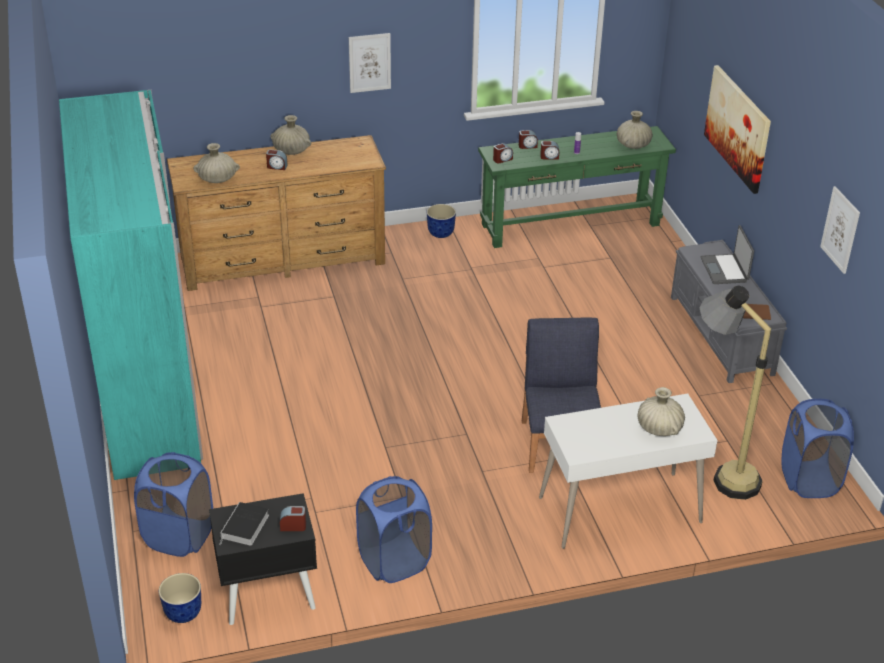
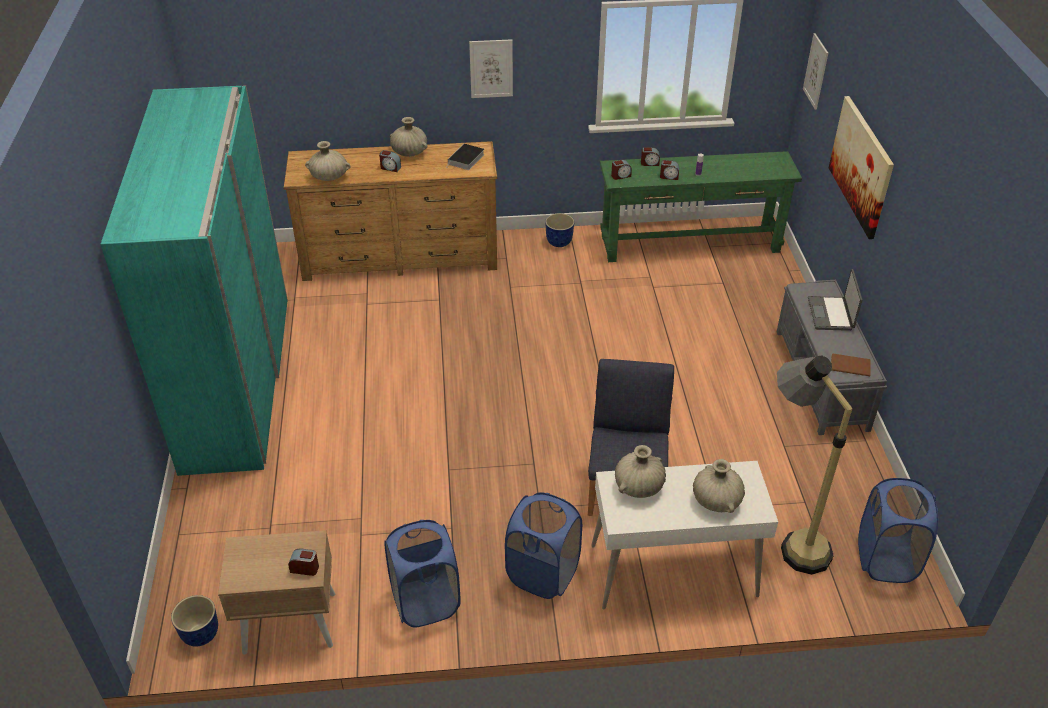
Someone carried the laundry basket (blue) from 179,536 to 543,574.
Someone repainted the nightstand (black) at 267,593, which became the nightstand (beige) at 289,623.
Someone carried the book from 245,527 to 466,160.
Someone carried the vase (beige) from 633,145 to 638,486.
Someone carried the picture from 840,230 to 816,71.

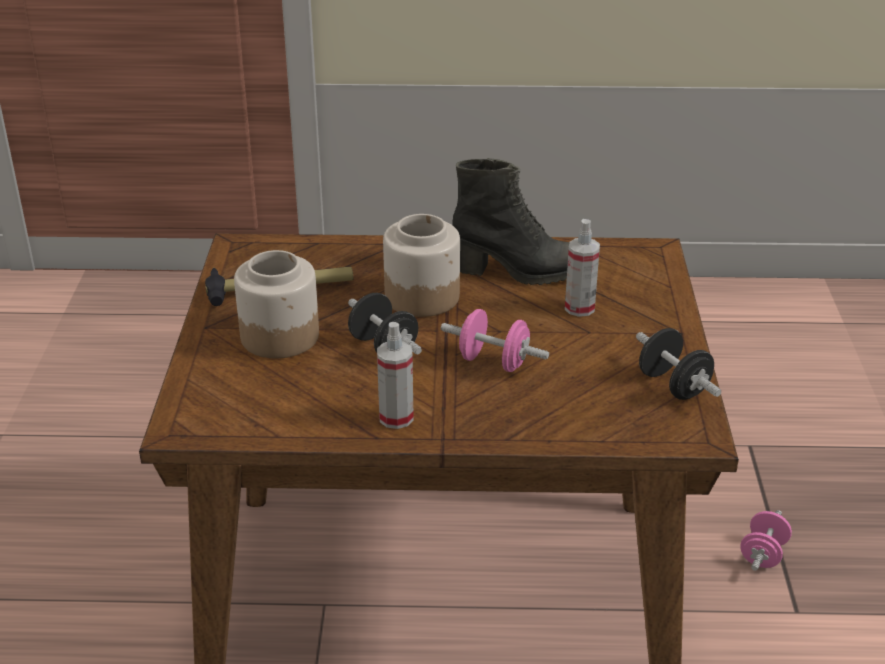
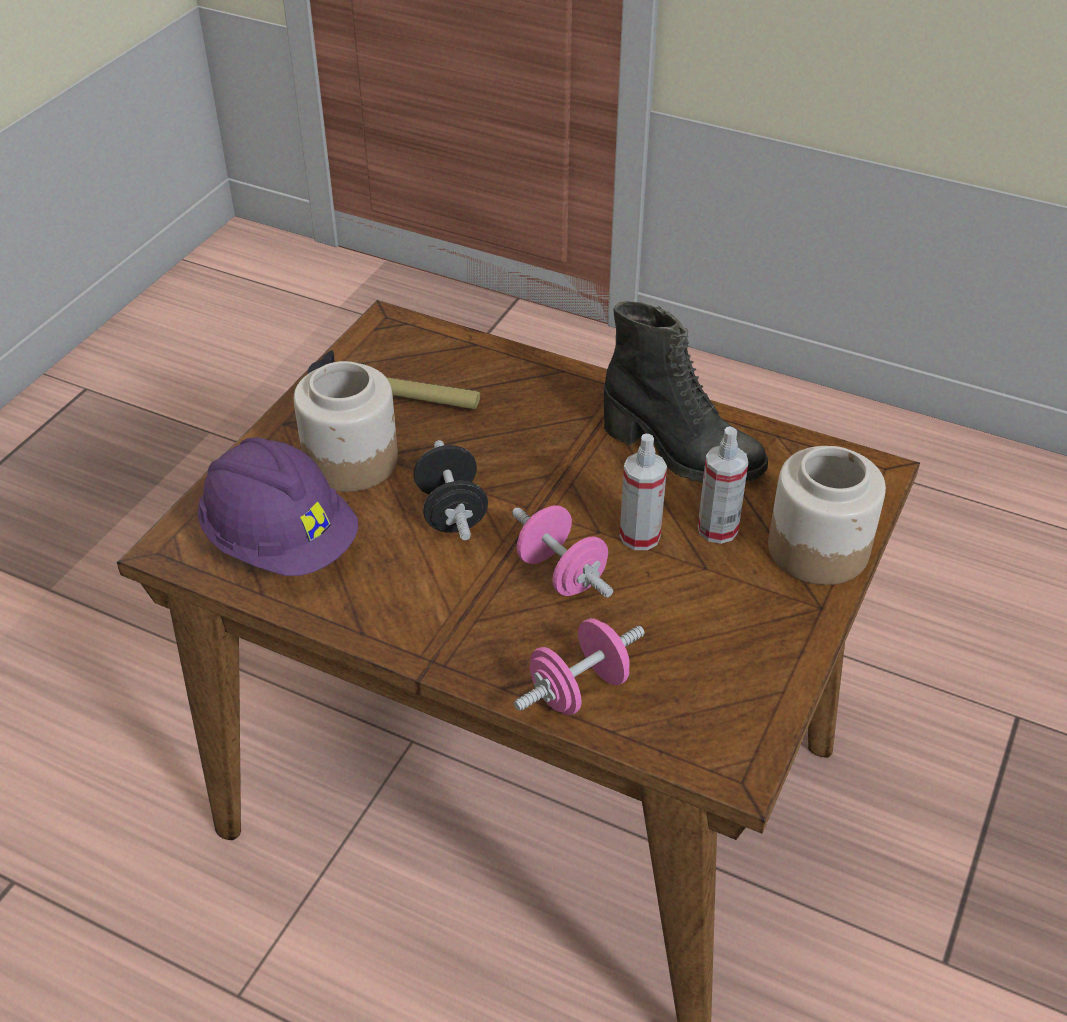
Someone carried the spray bottle from 396,418 to 640,536.
Someone carried the jar from 422,296 to 818,548.
Someone took away the dumbbell (black) at 673,385.
Someone carried the dumbbell (pink) from 763,554 to 578,689.
Someone put down the hard hat (purple) at 280,542.

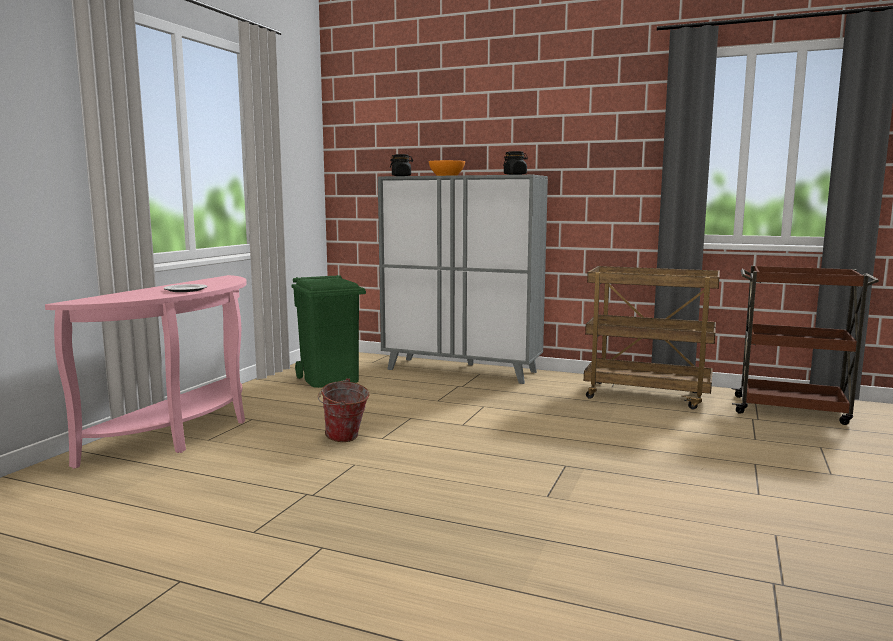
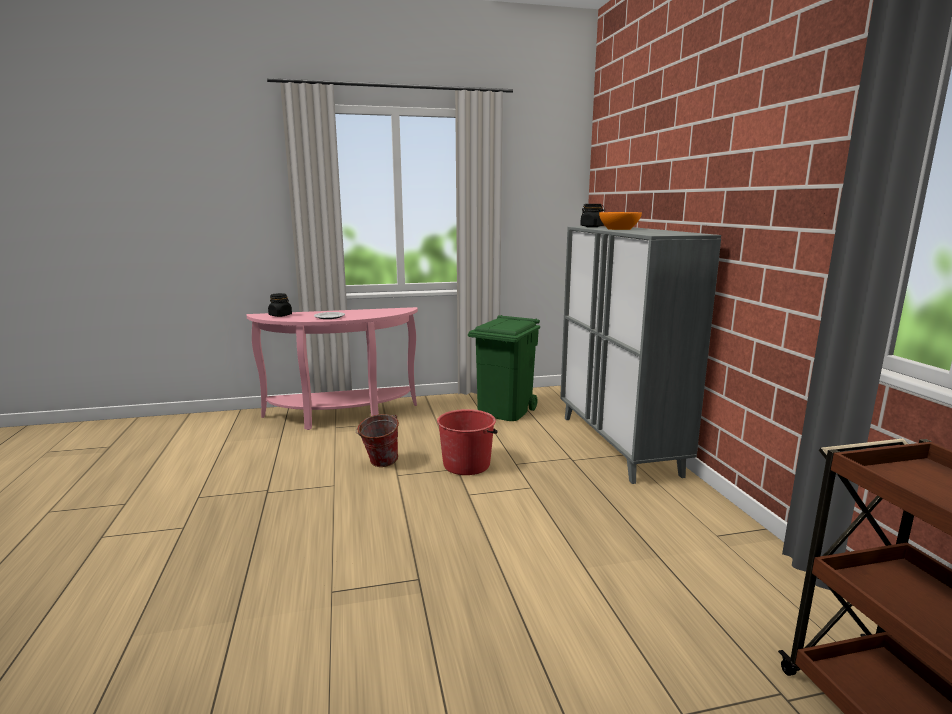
Someone carried the jar (black) from 515,175 to 280,315.
Someone took away the cart (brown) at 648,395.
Someone put down the bucket (red) at 467,464.

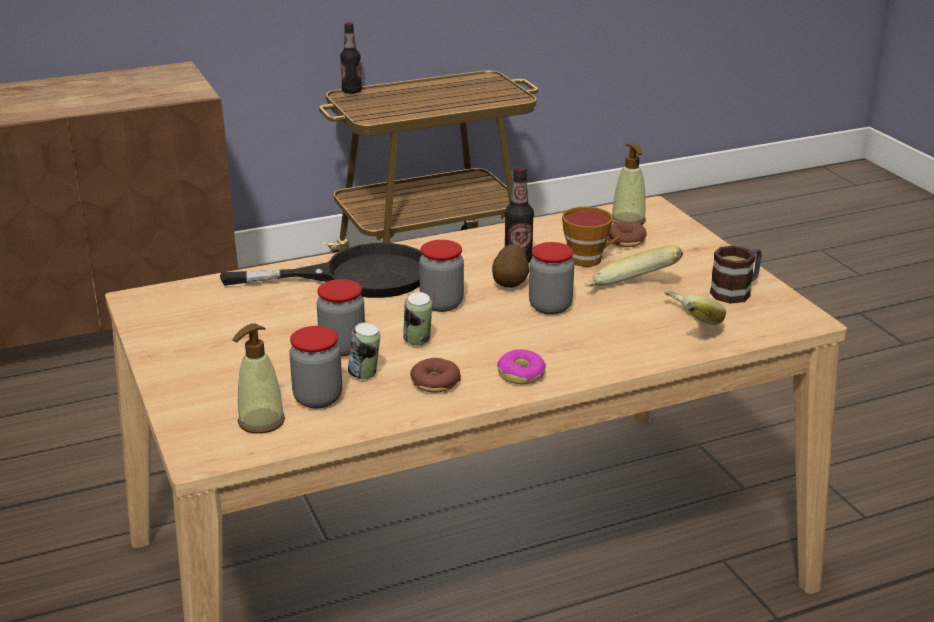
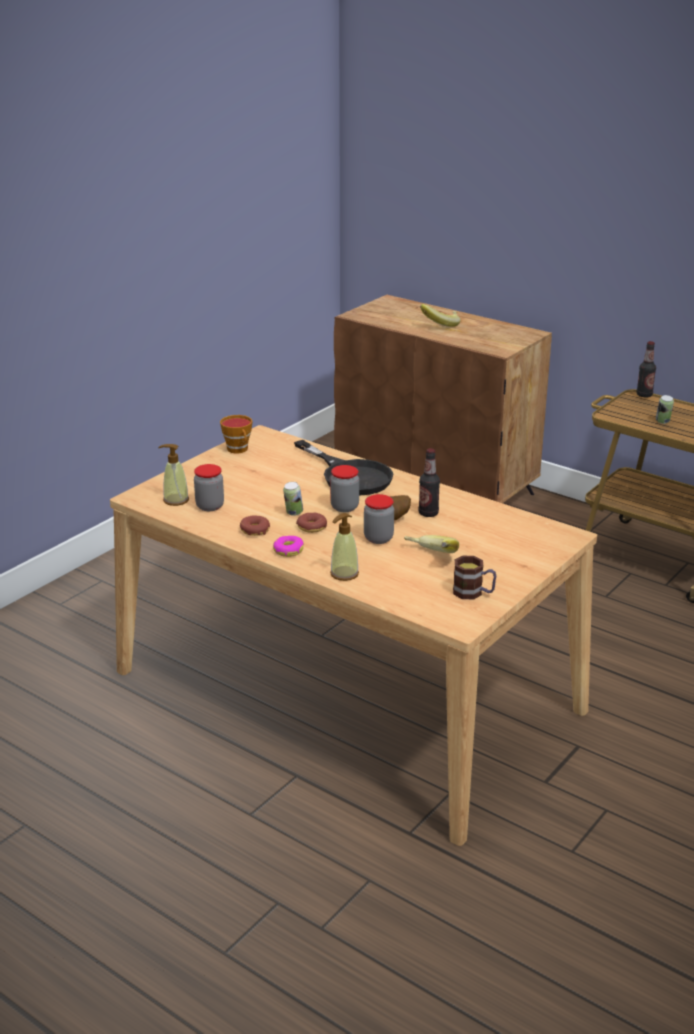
Someone took away the jar at 342,347.
Someone carried the can from 365,375 to 663,422.
Someone carried the cup from 589,259 to 239,450.
Someone carried the donut from 625,241 to 311,527.
Someone carried the soap dispenser from 628,221 to 344,574.
Someone carried the banana from 685,326 to 440,324.

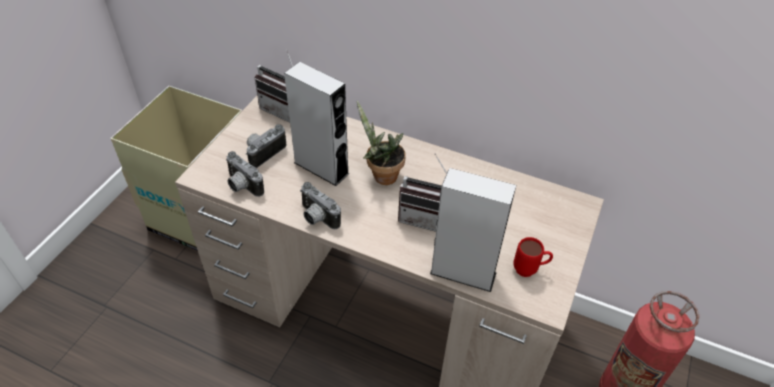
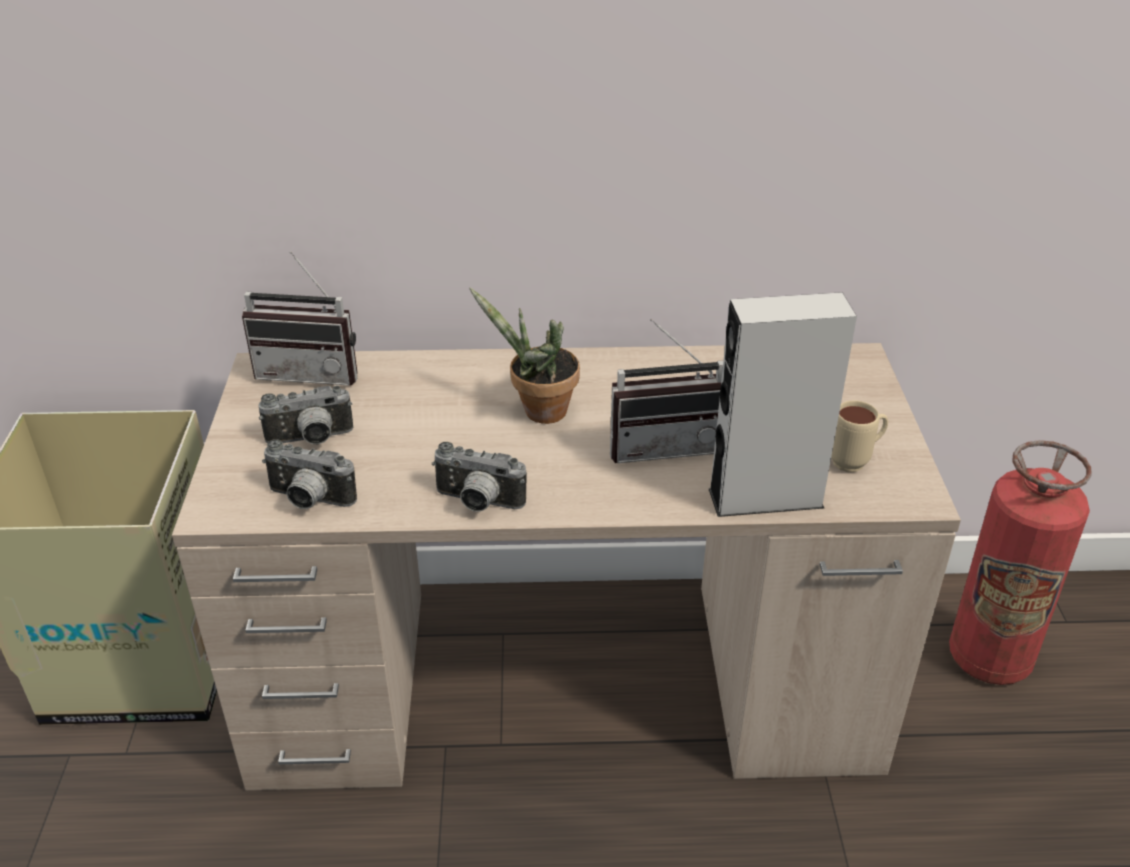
Someone rotated the photo camera at 264,152 by 120 degrees counterclockwise.
Someone took away the speaker (grey) at 321,168.
Someone repainted the mug (red) at 529,270, which became the mug (beige) at 855,461.

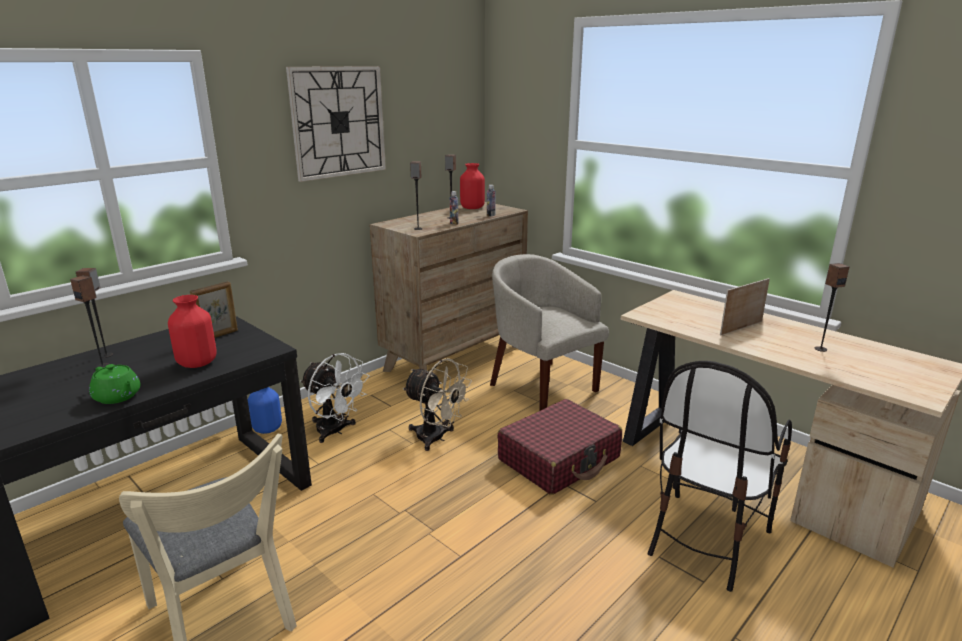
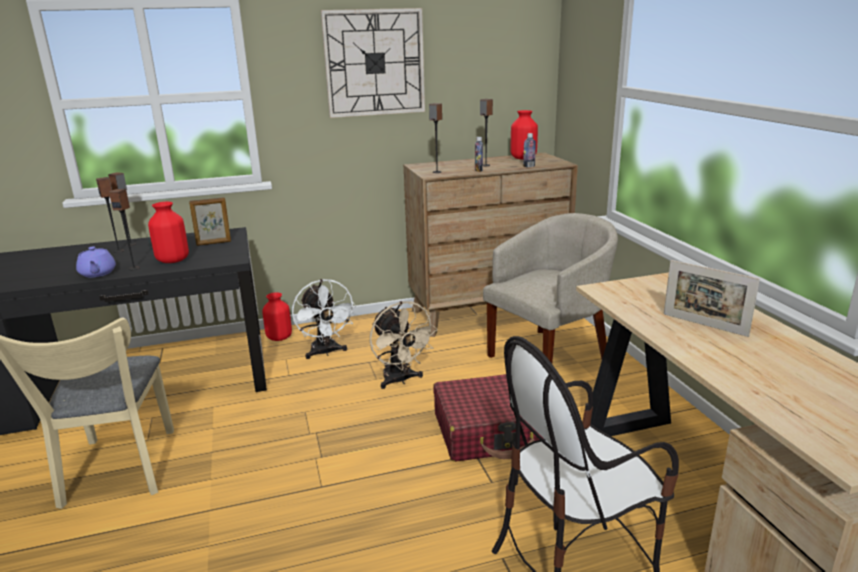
Someone repainted the teapot (green) at 118,397, which became the teapot (purple) at 97,273.
Someone repainted the vase (blue) at 267,429, which became the vase (red) at 279,337.
Someone rotated the armchair (beige) at 541,385 by 60 degrees clockwise.
Someone rotated the picture frame at 741,328 by 135 degrees counterclockwise.
Someone carried the speaker from 820,349 to 134,268.

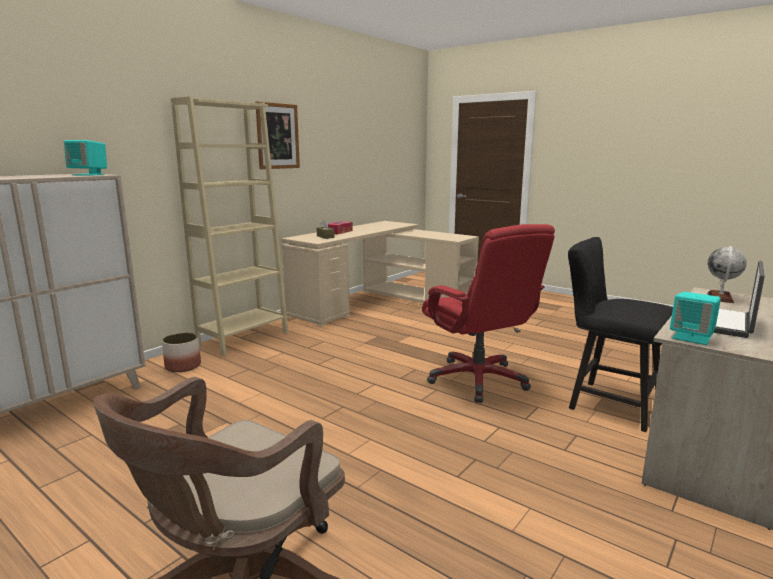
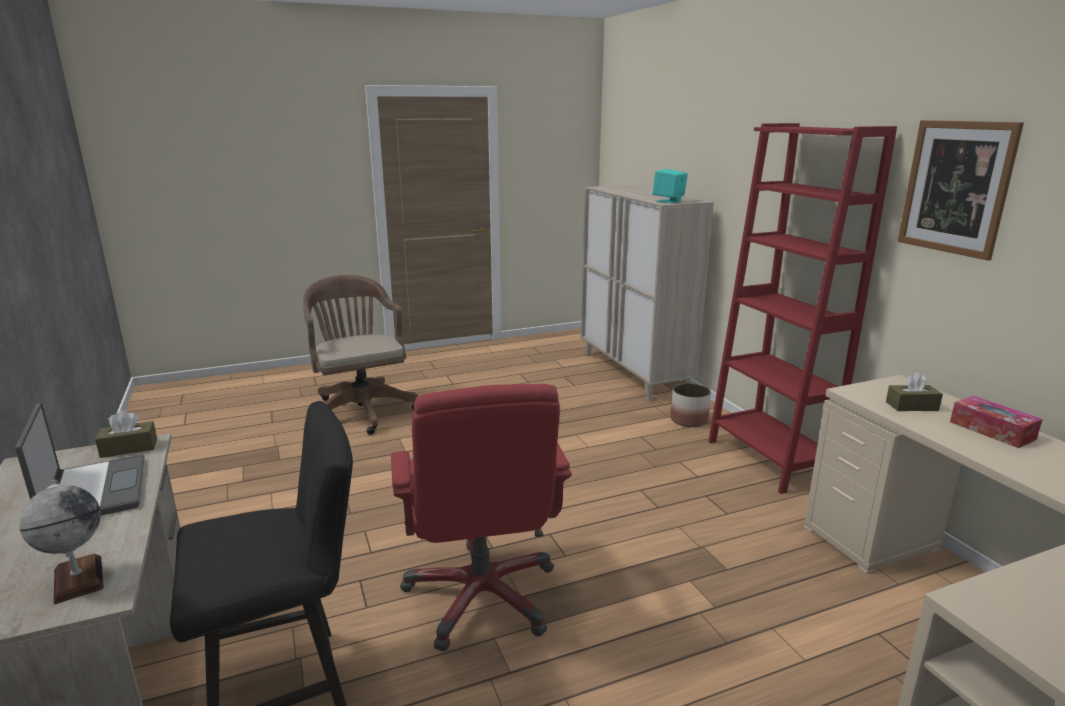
Someone repainted the bookcase (beige) at 243,338, which became the bookcase (red) at 768,460.
Someone rotated the office chair (red) at 478,380 by 105 degrees counterclockwise.
Someone swapped the speaker (turquoise) at 692,338 for the tissue box (brown) at 129,448.

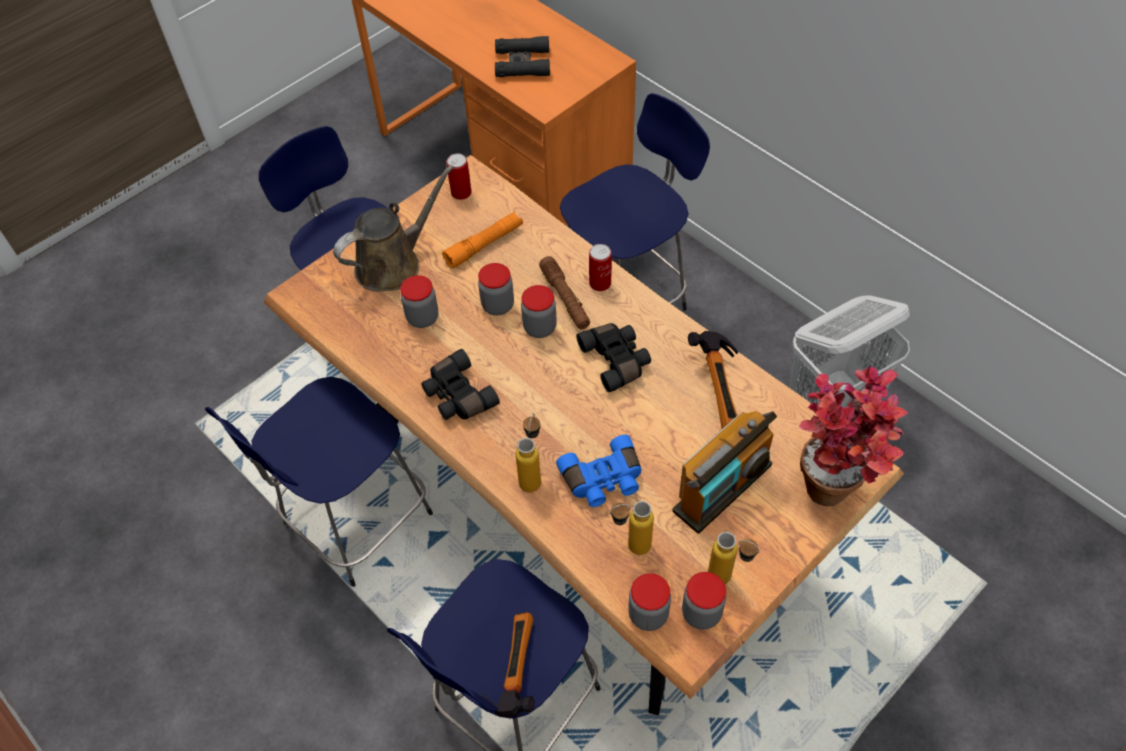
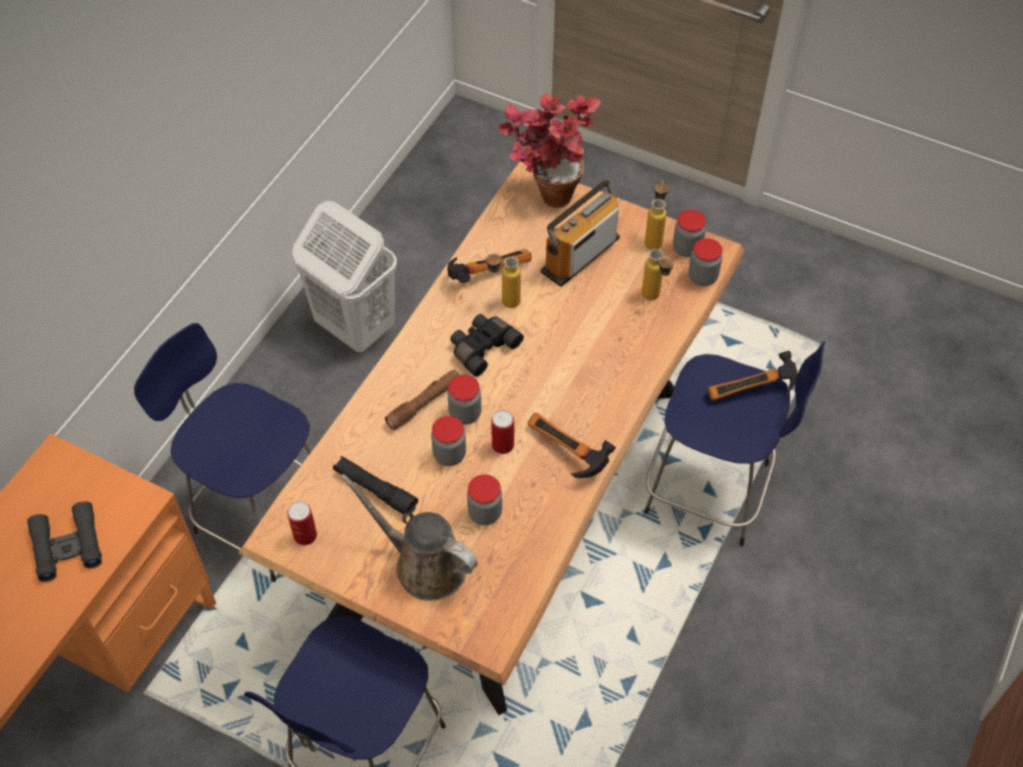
Someone took away the stool (blue) at 353,522.
Someone swapped the binoculars (black) at 457,396 for the hammer at 563,454.
Someone repainted the flashlight (orange) at 484,245, which became the flashlight (black) at 375,490.
Someone carried the bottle from 532,475 to 503,302.
Someone took away the binoculars (blue) at 603,480.
Someone carried the can from 600,283 to 503,445.
Someone rotated the radio at 722,488 by 75 degrees counterclockwise.

